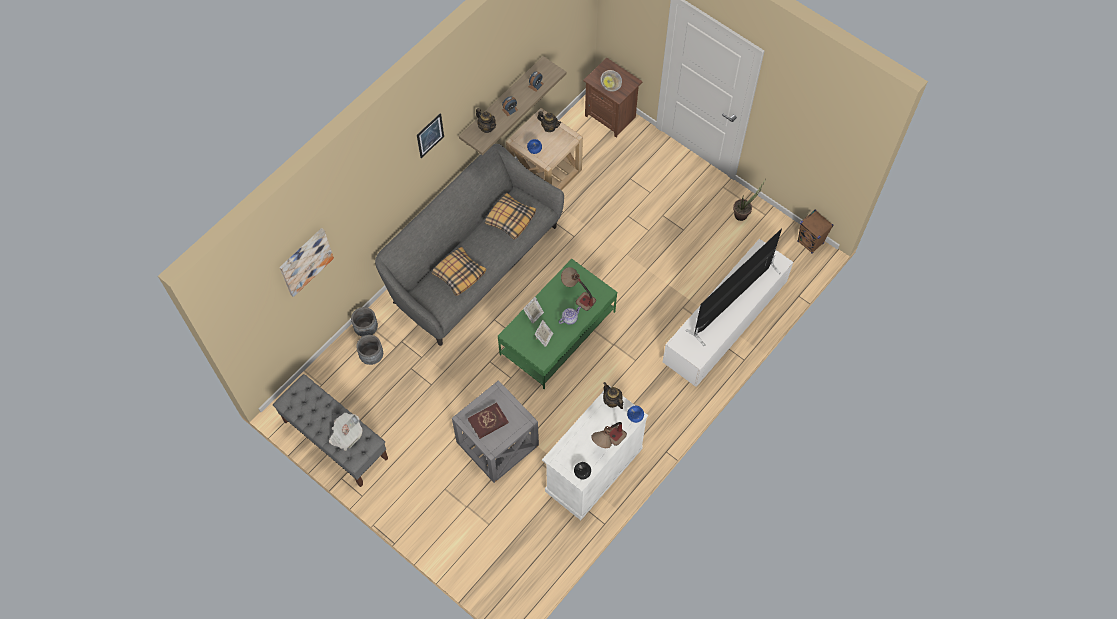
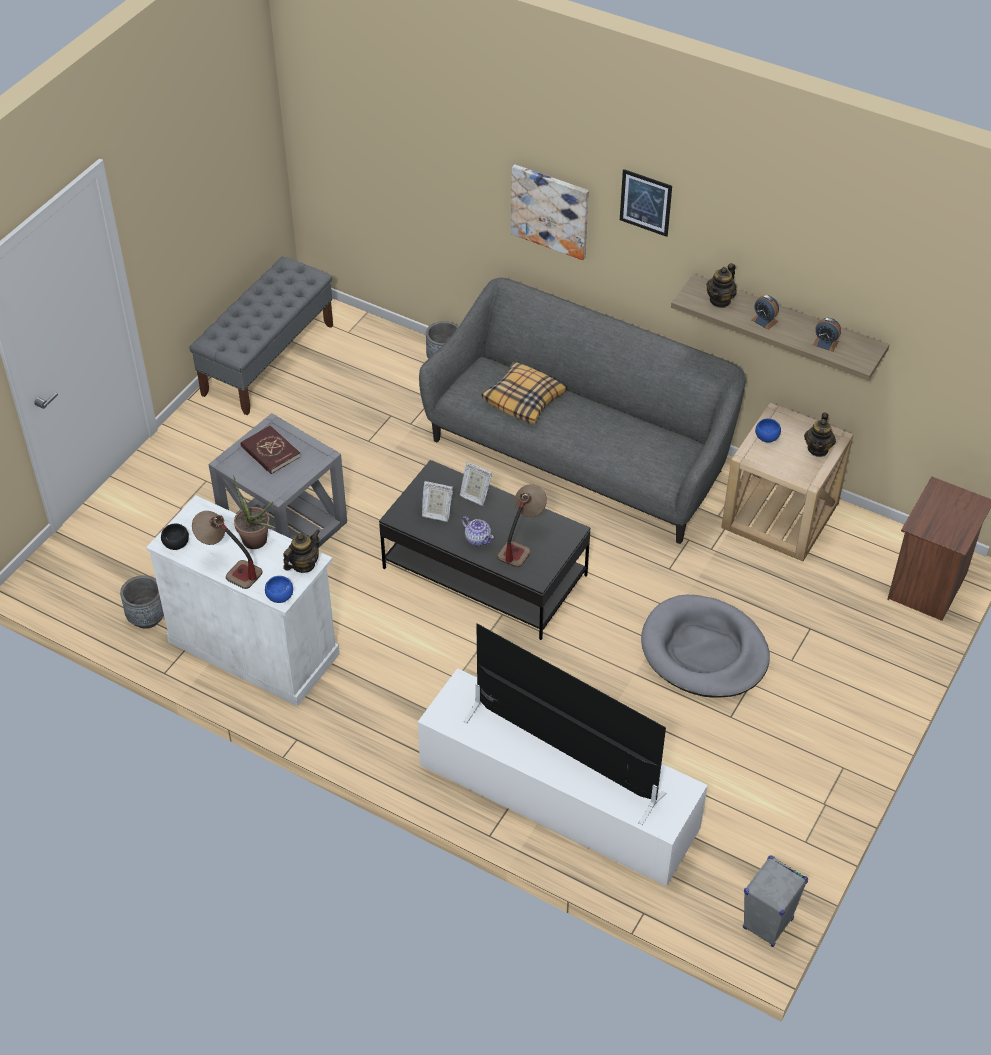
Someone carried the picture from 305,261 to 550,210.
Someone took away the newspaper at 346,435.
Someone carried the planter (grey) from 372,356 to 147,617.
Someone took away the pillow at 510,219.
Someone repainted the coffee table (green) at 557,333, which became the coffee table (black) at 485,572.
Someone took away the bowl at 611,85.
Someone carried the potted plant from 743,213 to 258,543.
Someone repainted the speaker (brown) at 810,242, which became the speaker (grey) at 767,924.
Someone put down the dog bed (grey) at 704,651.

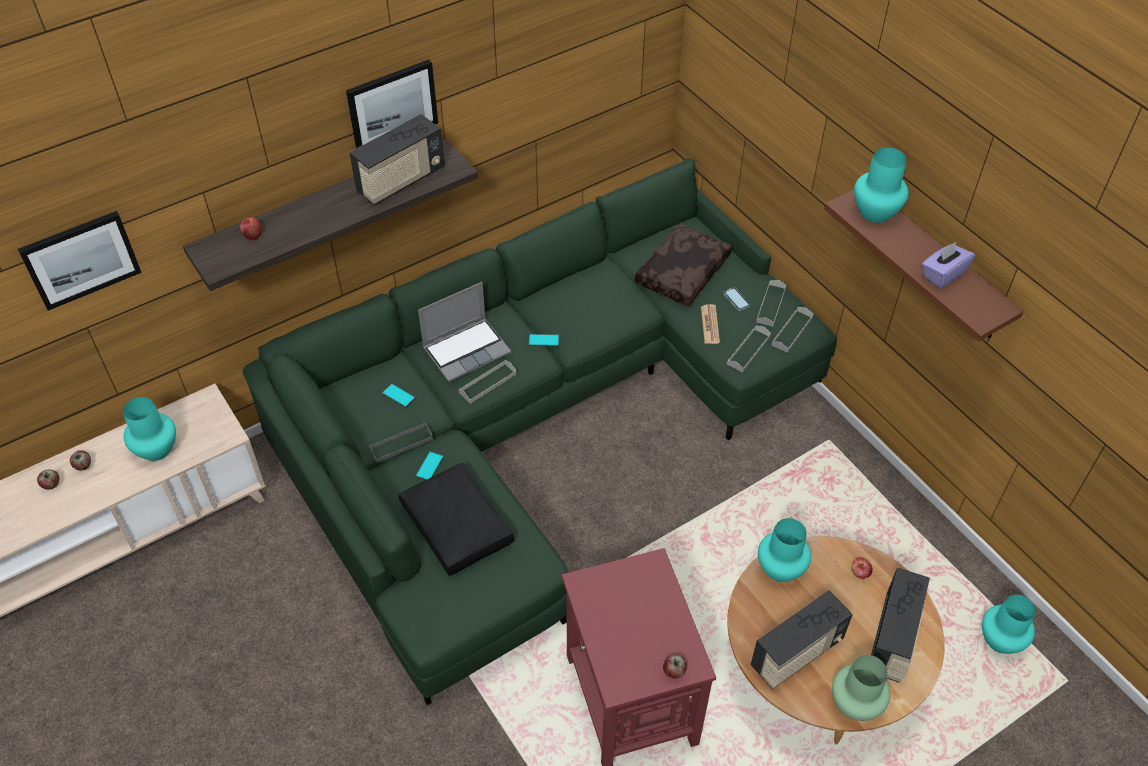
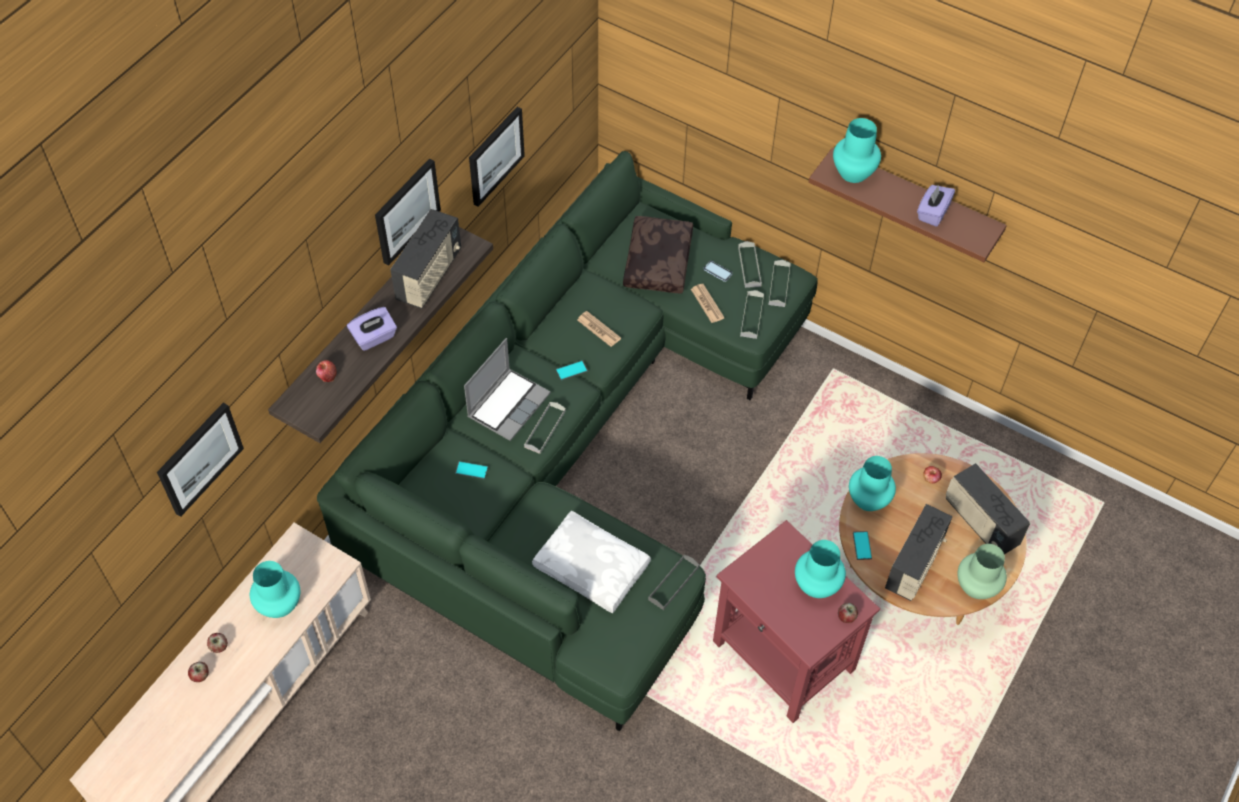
Someone carried the tray (grey) from 401,444 to 673,583.
Someone repainted the pillow (black) at 459,525, which became the pillow (white) at 593,567.
Someone carried the phone from 429,466 to 862,545.
Someone rotated the radio at 893,639 by 150 degrees clockwise.
Someone carried the vase (turquoise) from 1001,640 to 817,584.
Someone put down the tissue box (purple) at 374,338.
Someone put up the picture at 495,155.
Someone put down the newspaper at 598,329.

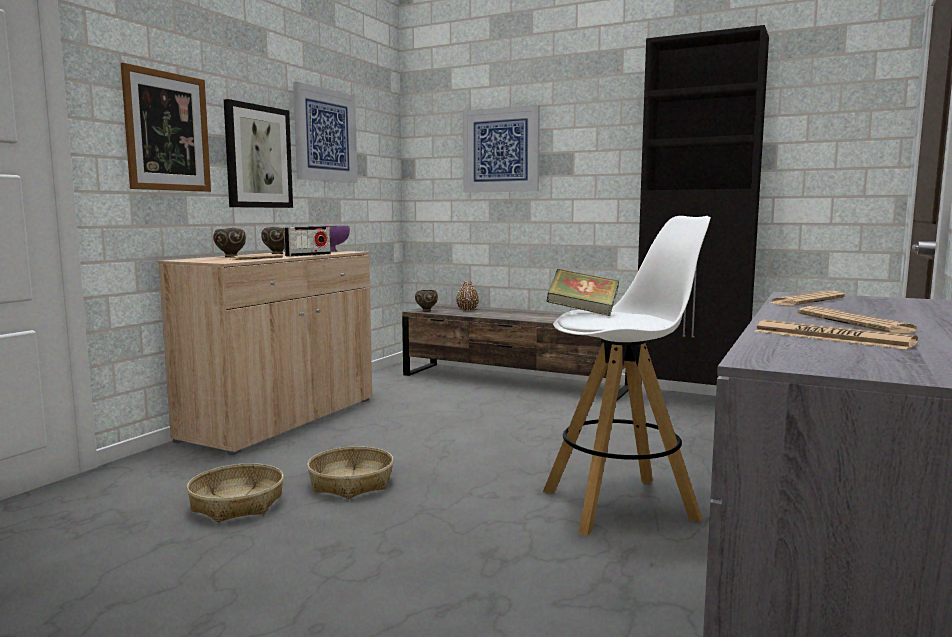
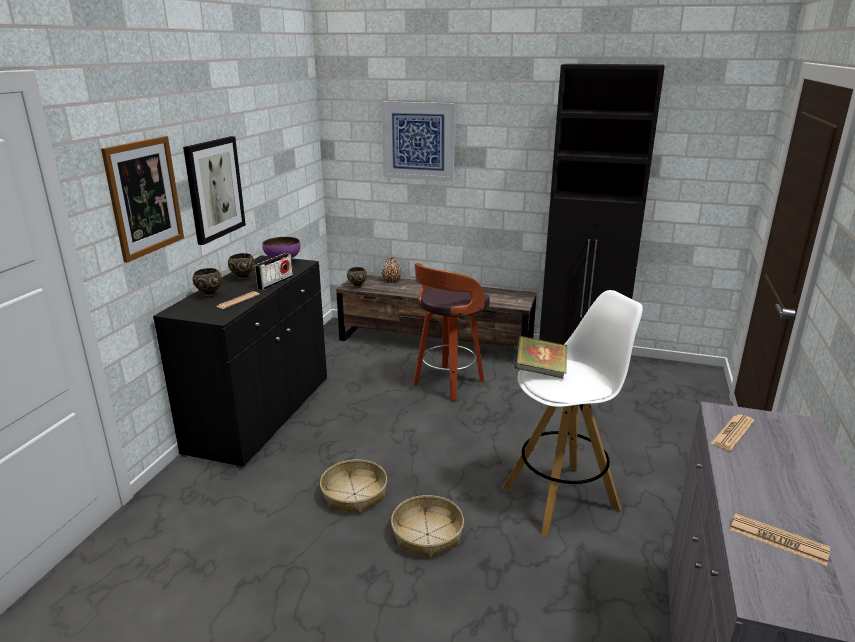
Someone repainted the cabinet (beige) at 282,419, which became the cabinet (black) at 261,414.
Someone carried the basket from 237,503 to 427,534.
Someone took away the picture at 325,135.
Someone took away the newspaper at 854,323.
Someone put down the stool at 447,384.

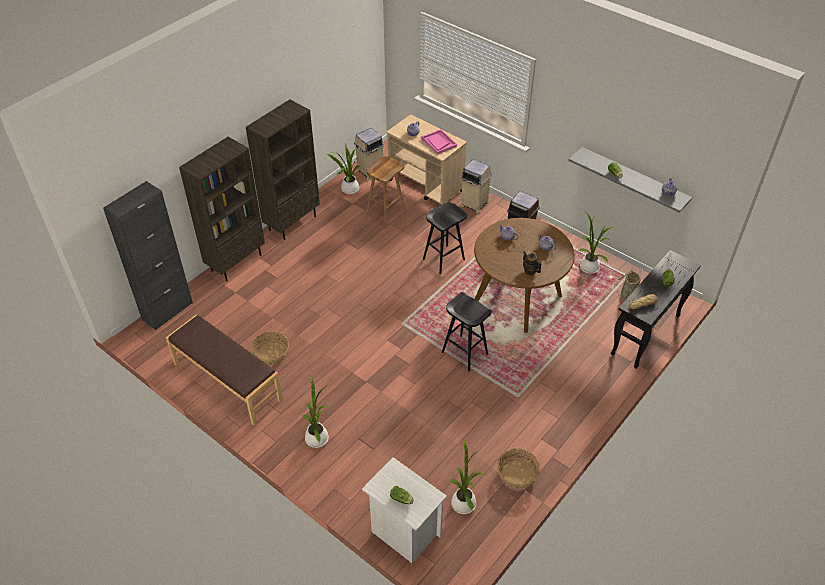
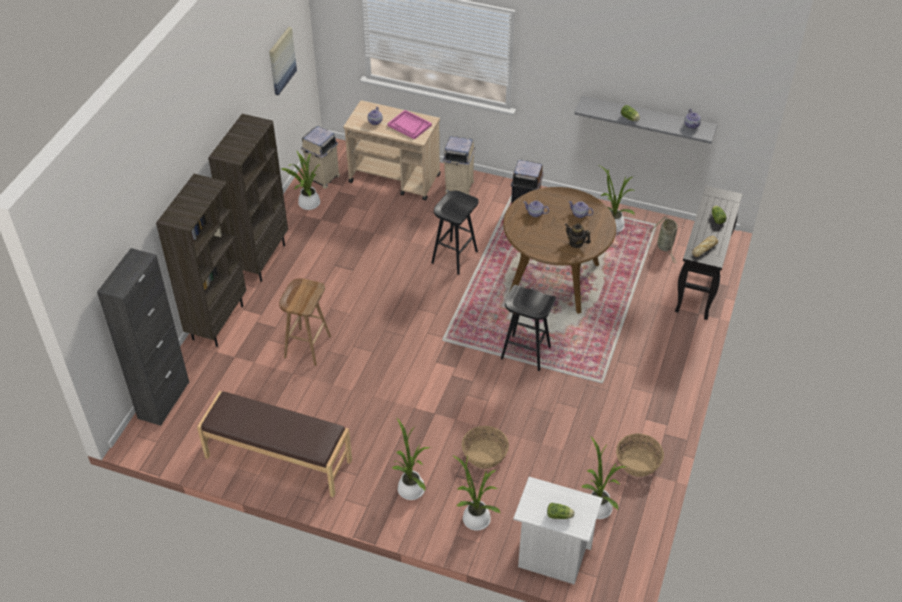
Someone carried the basket from 271,354 to 484,454.
Someone carried the stool (brown) from 385,211 to 307,346.
Someone put up the picture at 281,60.
Someone put down the potted plant at 474,518.

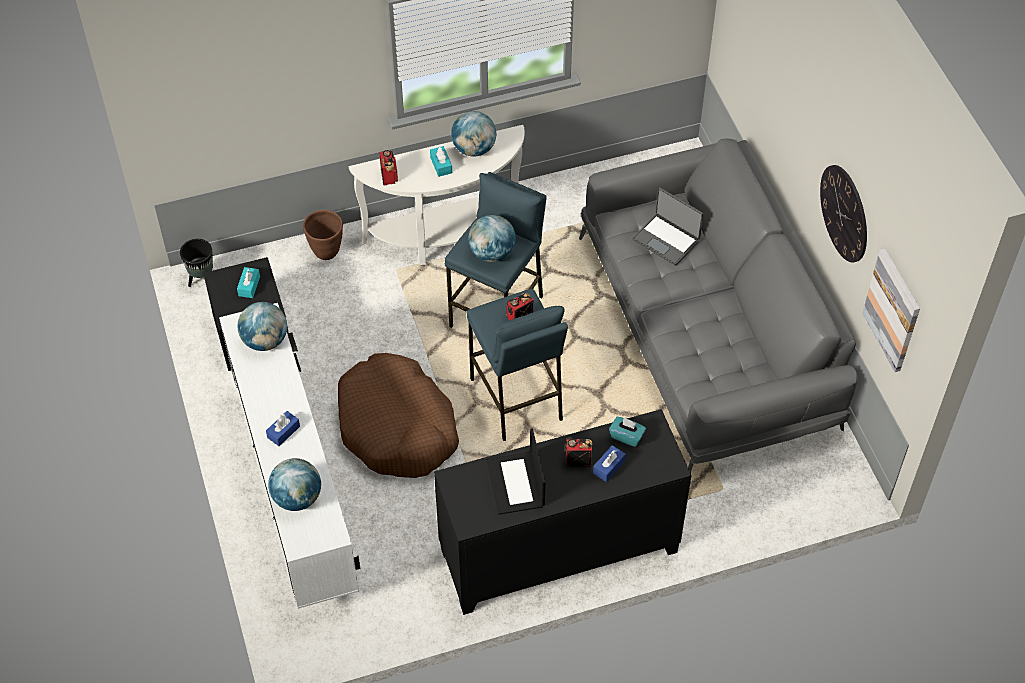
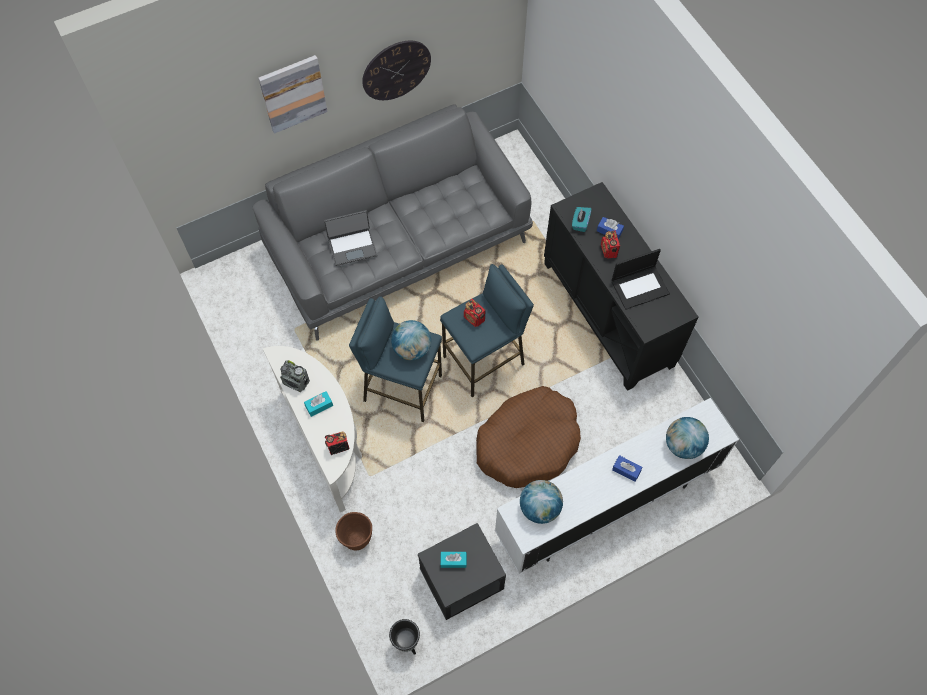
Someone swapped the globe at 474,149 for the radio at 296,382.
Someone rotated the laptop at 666,239 by 45 degrees clockwise.
Someone carried the picture from 893,310 to 293,93.

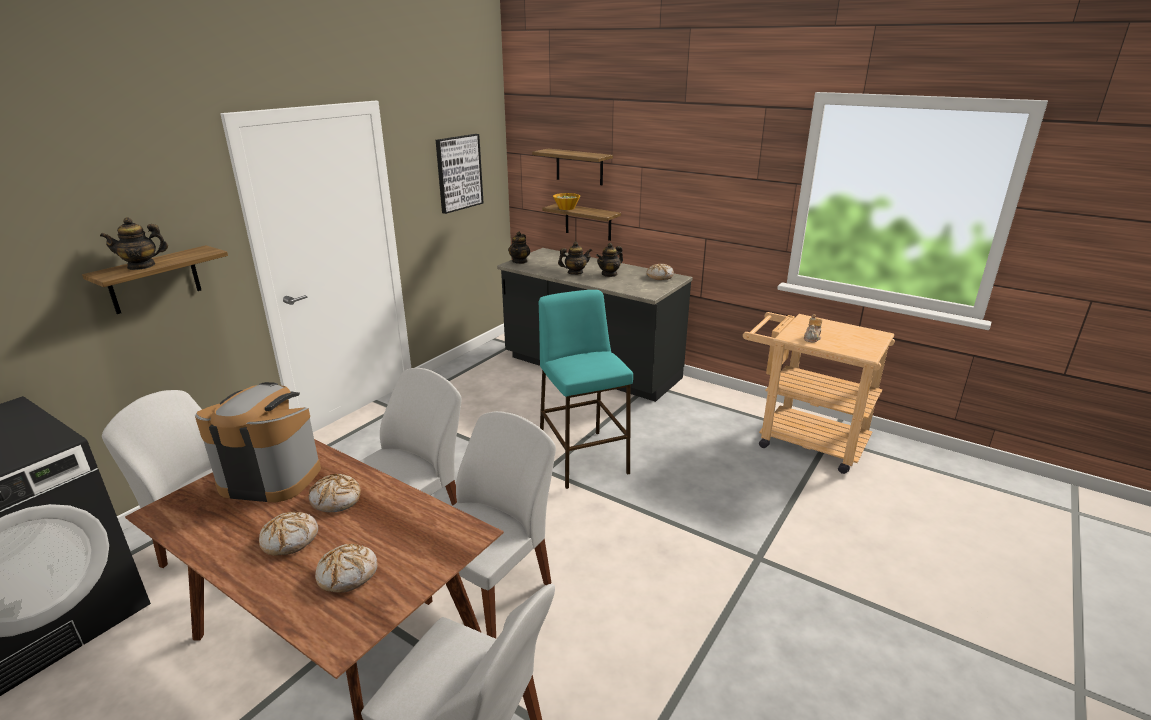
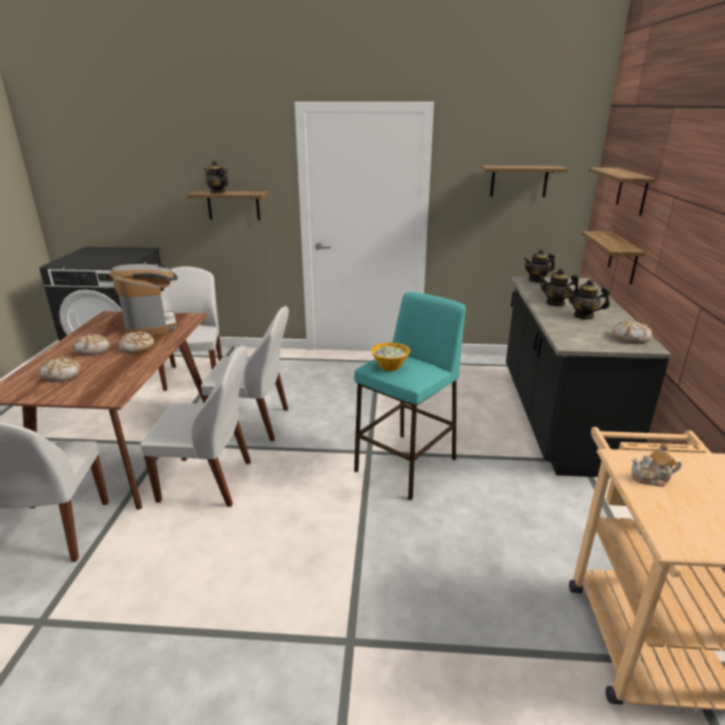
Someone swapped the picture at 459,173 for the shelf at 519,181.
Someone carried the bowl from 566,208 to 390,366.
Someone rotated the teapot at 575,273 by 150 degrees clockwise.

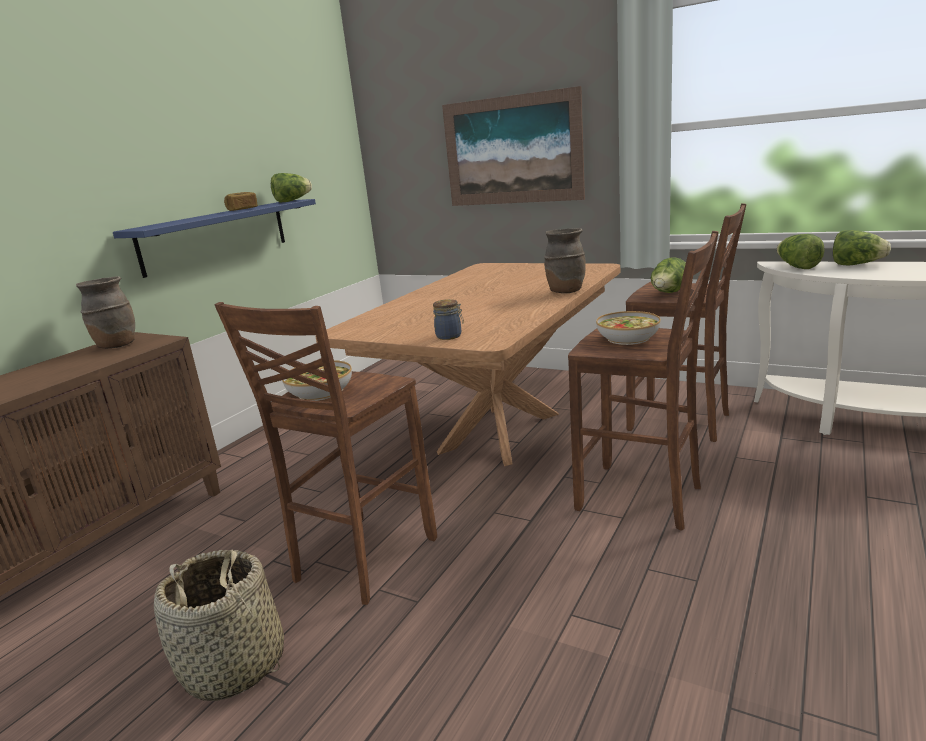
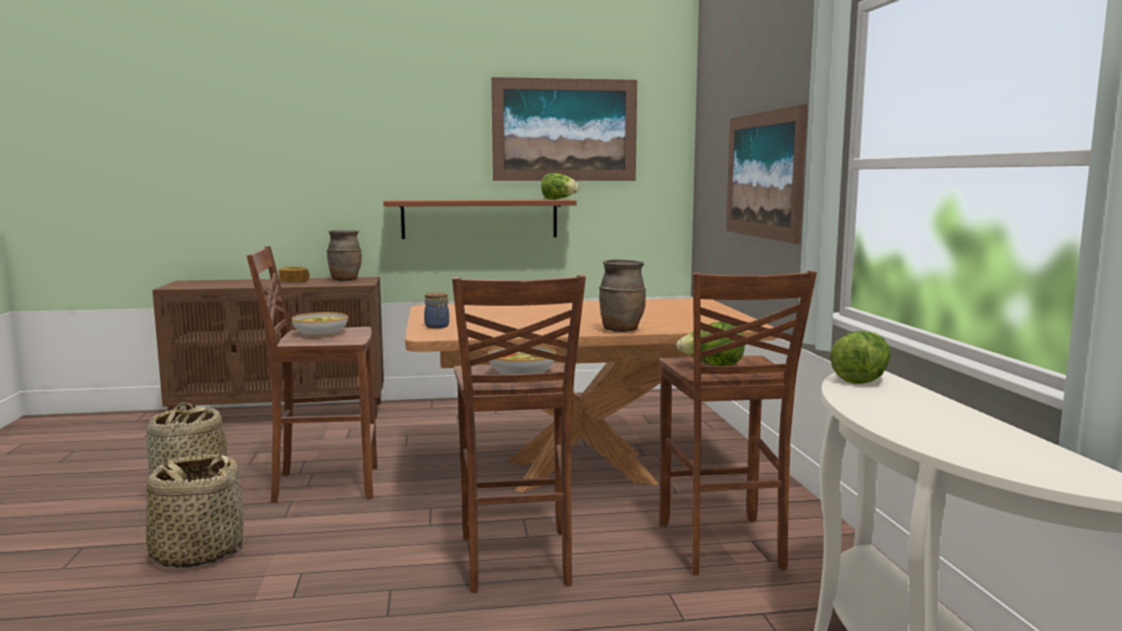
Someone repainted the shelf (blue) at 216,236, which became the shelf (brown) at 480,218.
Someone carried the bread from 242,209 to 294,282.
Someone took away the lettuce at 856,264.
Someone put down the basket at 197,553.
Someone put up the picture at 564,130.

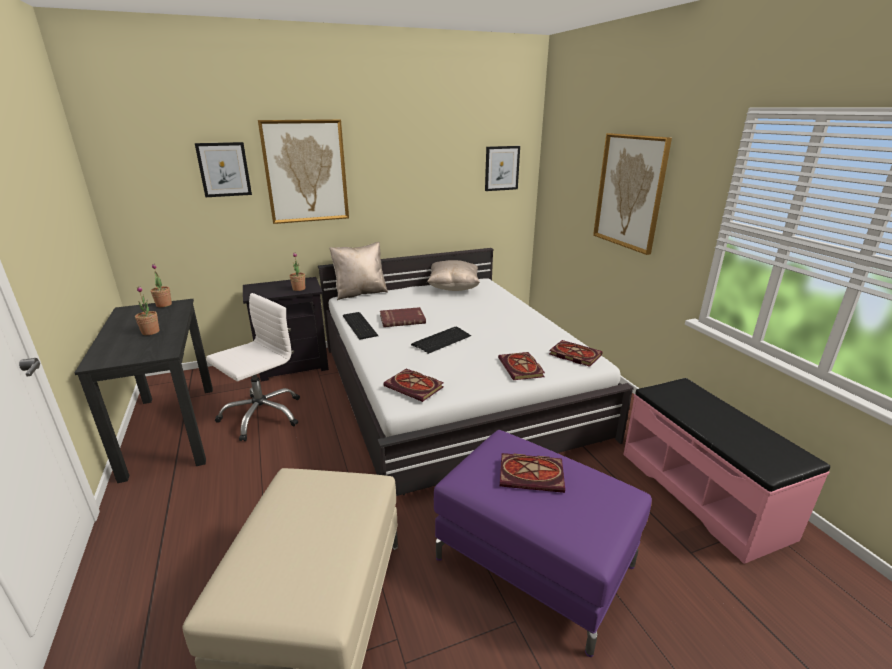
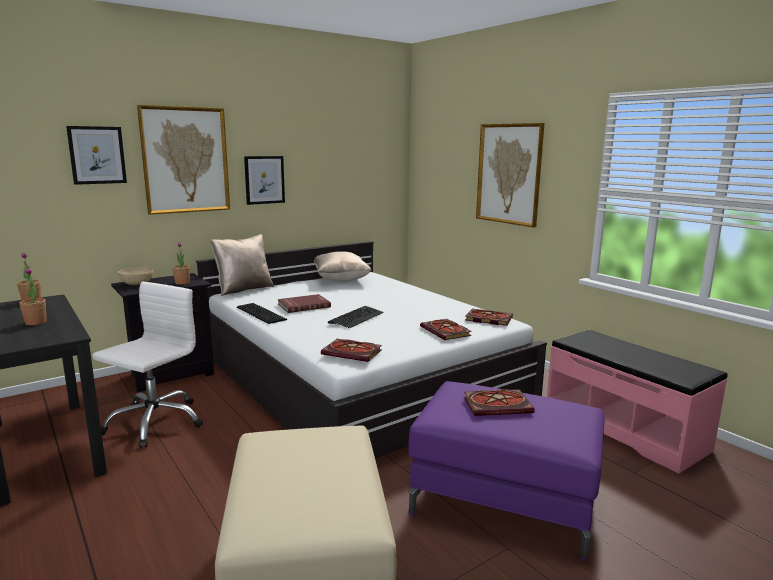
Someone carried the picture from 502,168 to 264,180.
Someone put down the bowl (beige) at 137,283.

